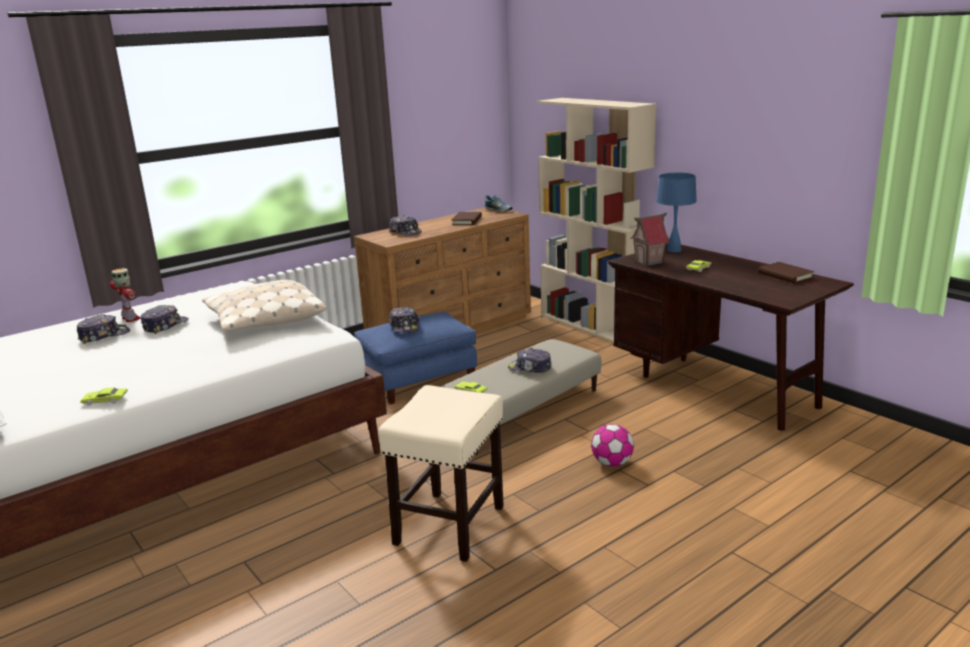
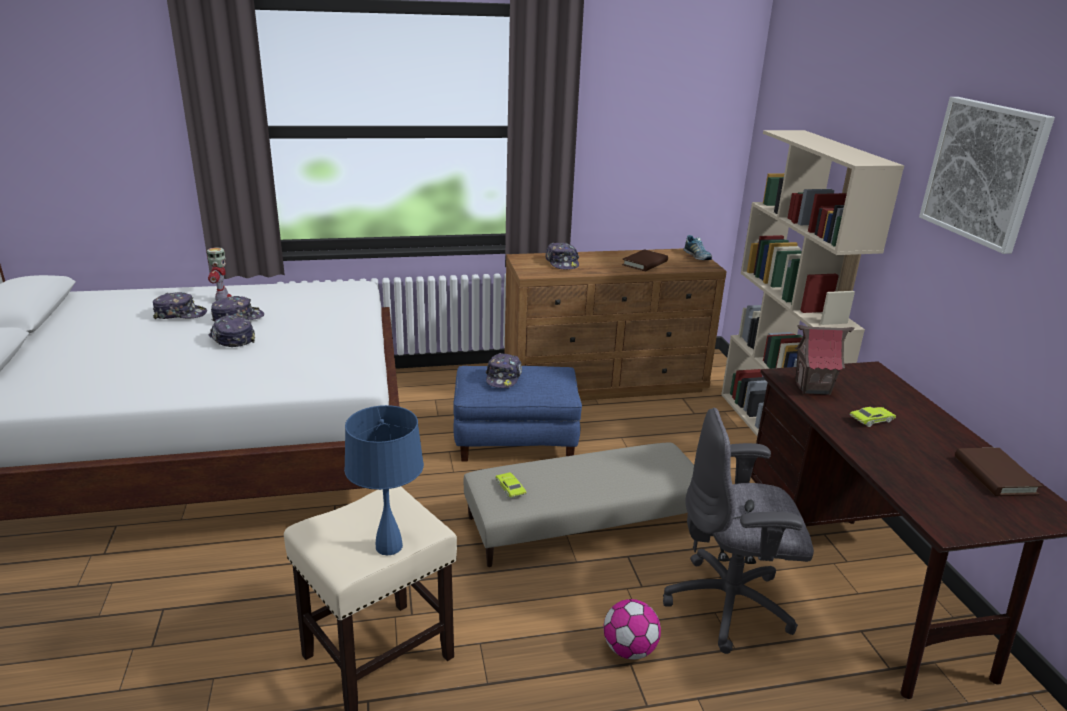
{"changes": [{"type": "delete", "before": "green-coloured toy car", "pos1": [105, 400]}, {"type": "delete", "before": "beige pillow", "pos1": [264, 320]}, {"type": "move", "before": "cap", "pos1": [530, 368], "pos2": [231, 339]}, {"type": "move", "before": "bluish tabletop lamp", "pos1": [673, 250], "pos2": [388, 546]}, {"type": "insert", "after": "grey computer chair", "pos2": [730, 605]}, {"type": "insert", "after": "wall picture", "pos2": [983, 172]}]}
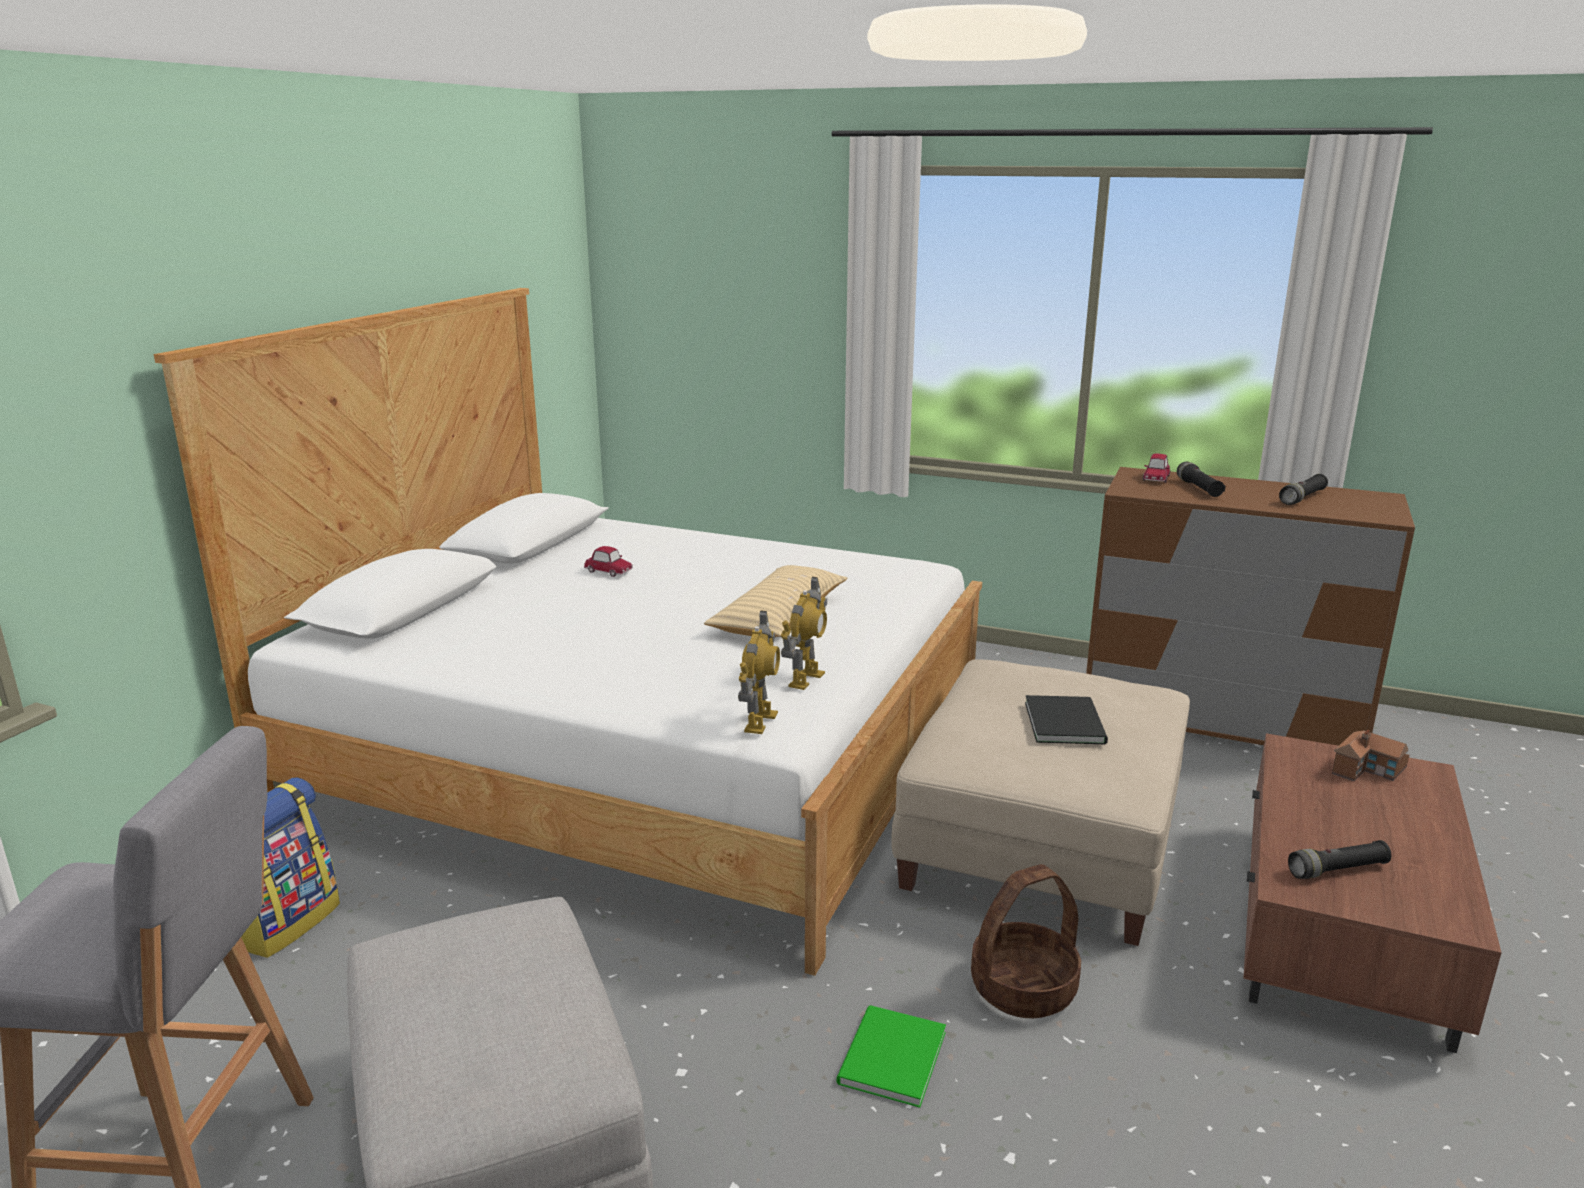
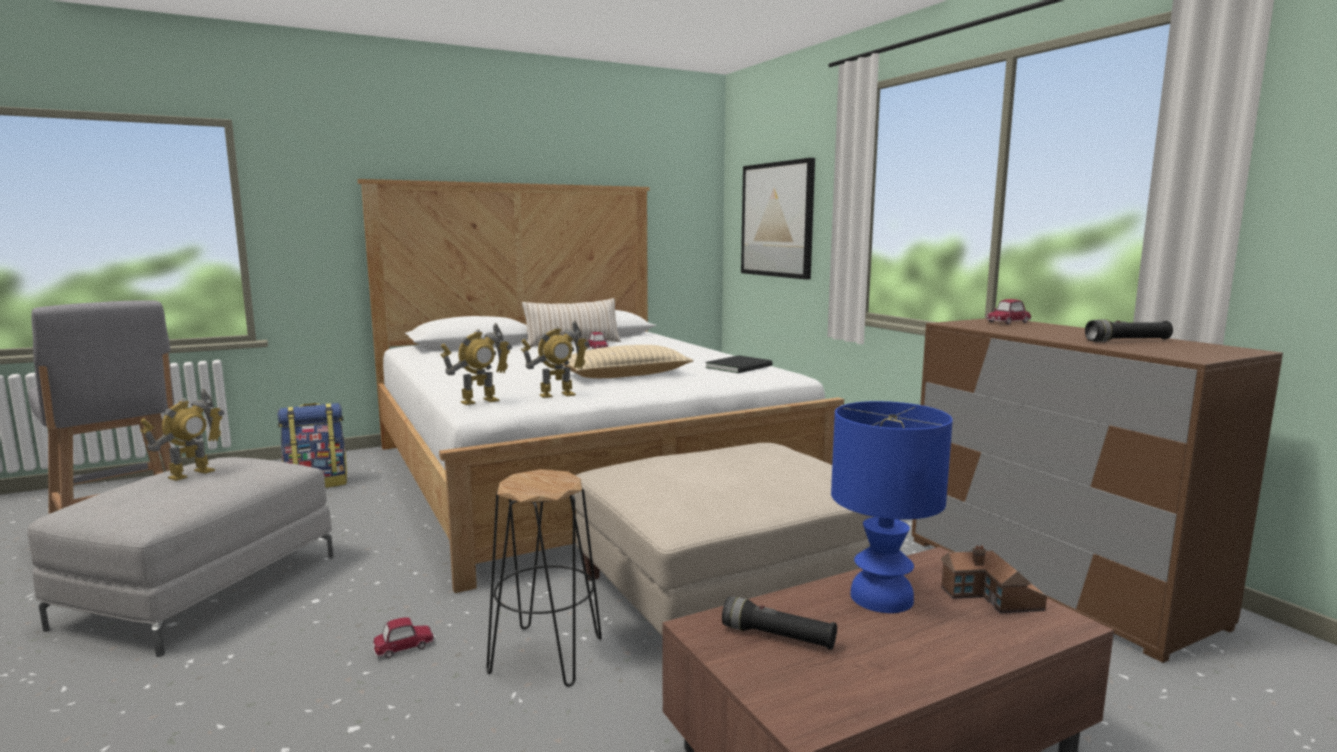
{"changes": [{"type": "replace", "before": "green-coloured volume", "after": "toy car", "pos1": [888, 1059], "pos2": [403, 647]}, {"type": "replace", "before": "storage basket", "after": "black sitting stool", "pos1": [1023, 987], "pos2": [547, 655]}, {"type": "move", "before": "black volume", "pos1": [1066, 721], "pos2": [741, 366]}, {"type": "delete", "before": "black flashlight", "pos1": [1199, 488]}, {"type": "insert", "after": "robot figure", "pos2": [191, 474]}, {"type": "insert", "after": "beige pillow", "pos2": [573, 344]}, {"type": "insert", "after": "wall picture", "pos2": [777, 220]}, {"type": "insert", "after": "bluish tabletop lamp", "pos2": [881, 598]}]}
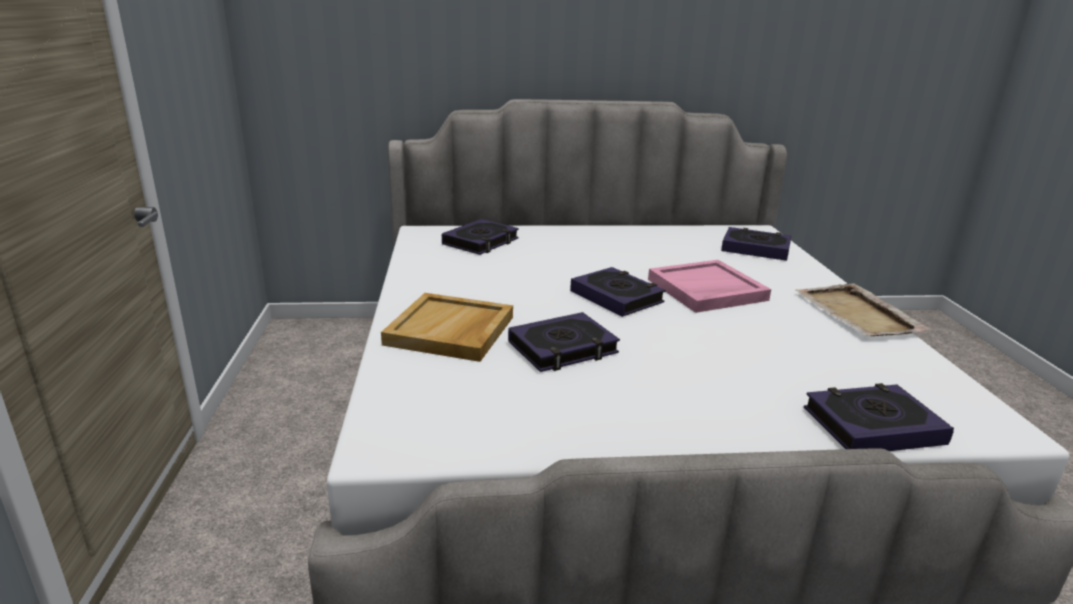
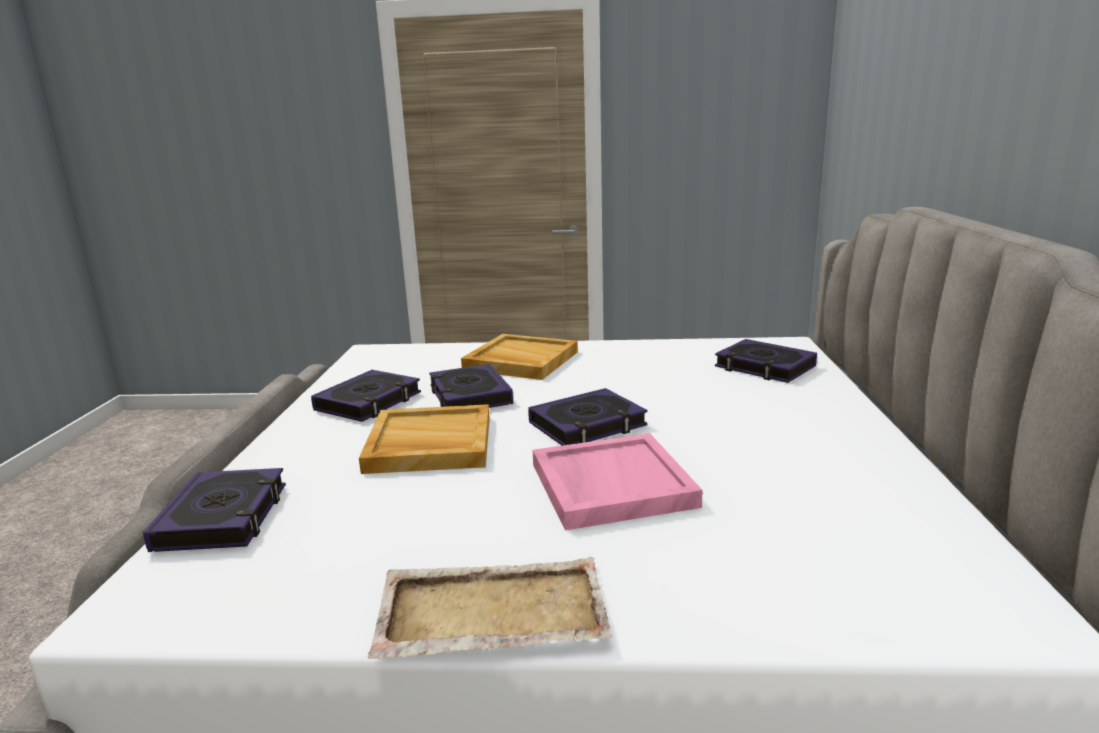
{"changes": [{"type": "move", "before": "volume", "pos1": [755, 249], "pos2": [369, 402]}, {"type": "insert", "after": "beige serving tray", "pos2": [428, 444]}]}
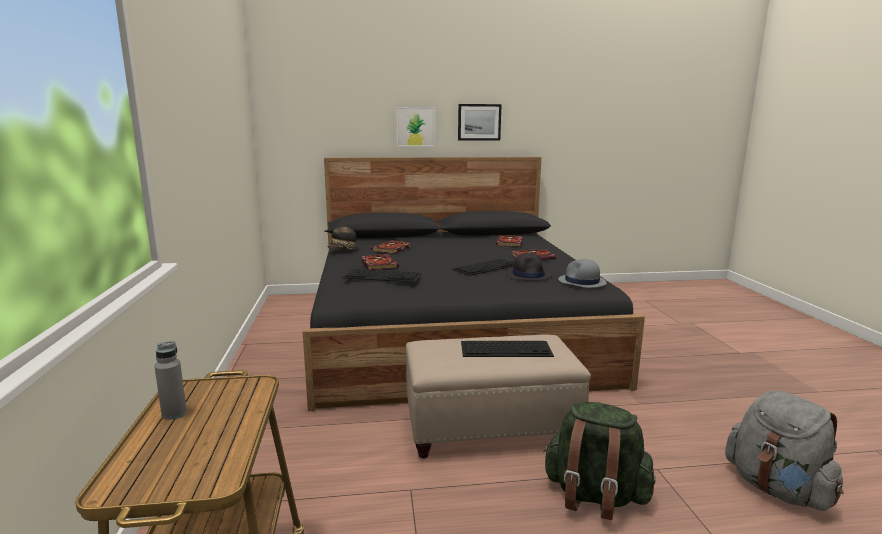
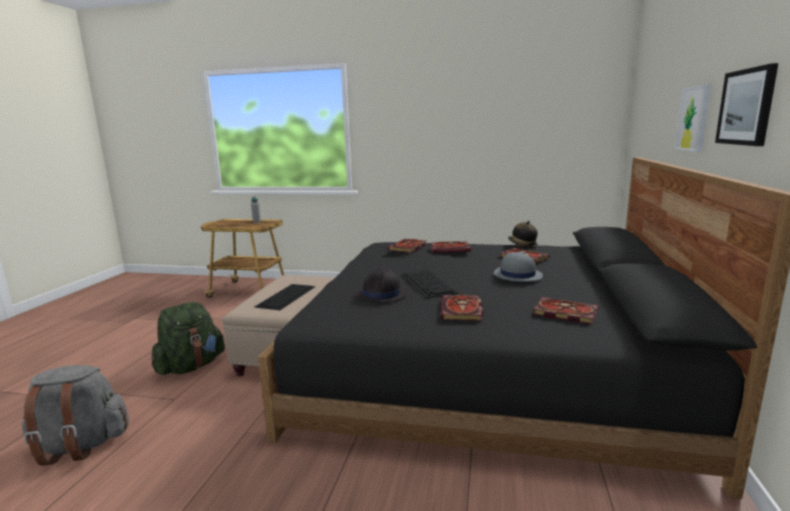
{"changes": [{"type": "replace", "before": "computer keyboard", "after": "volume", "pos1": [383, 276], "pos2": [408, 247]}, {"type": "move", "before": "grey wearable hat", "pos1": [582, 282], "pos2": [517, 275]}]}
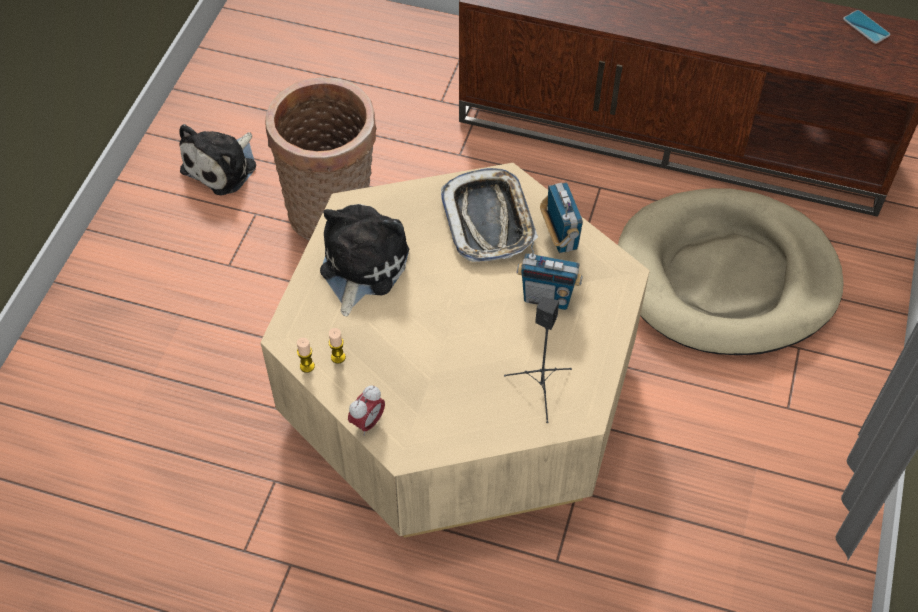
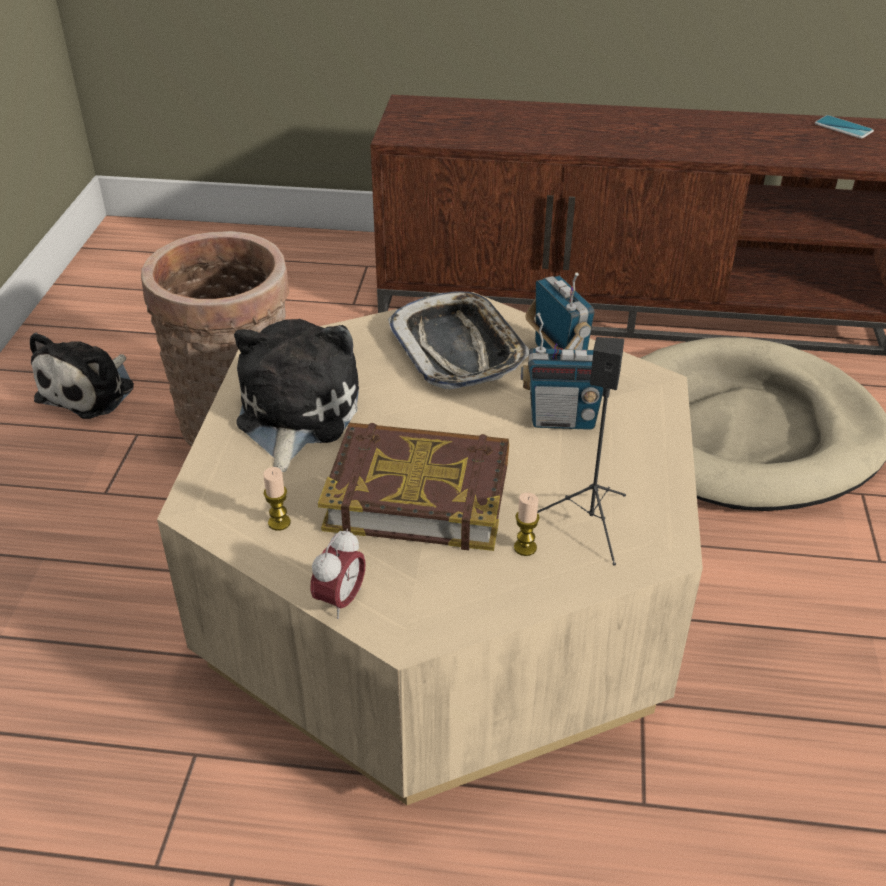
{"changes": [{"type": "move", "before": "candle", "pos1": [307, 366], "pos2": [525, 547]}, {"type": "insert", "after": "volume", "pos2": [418, 494]}]}
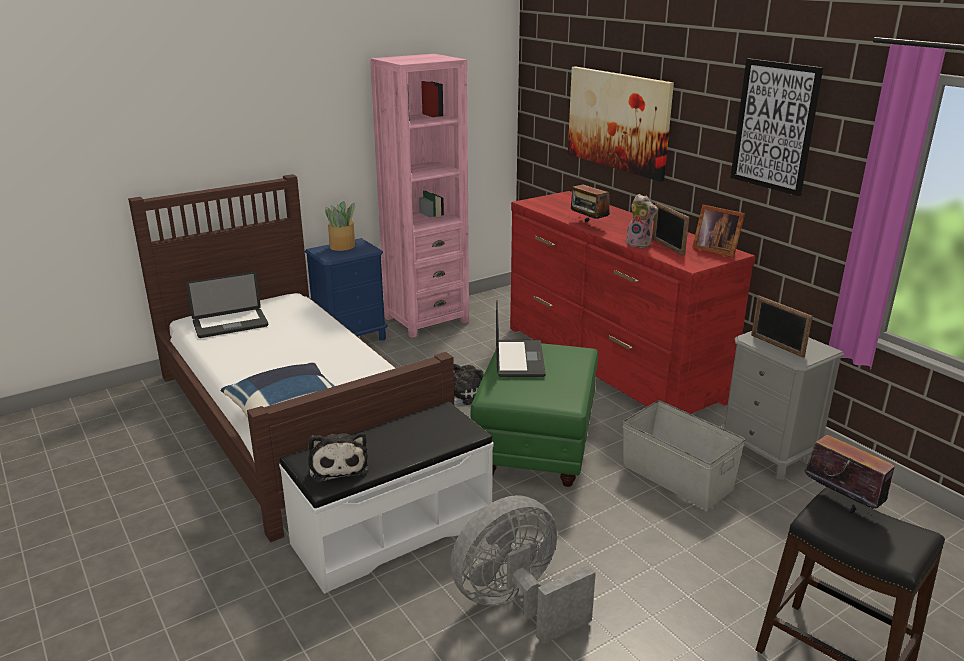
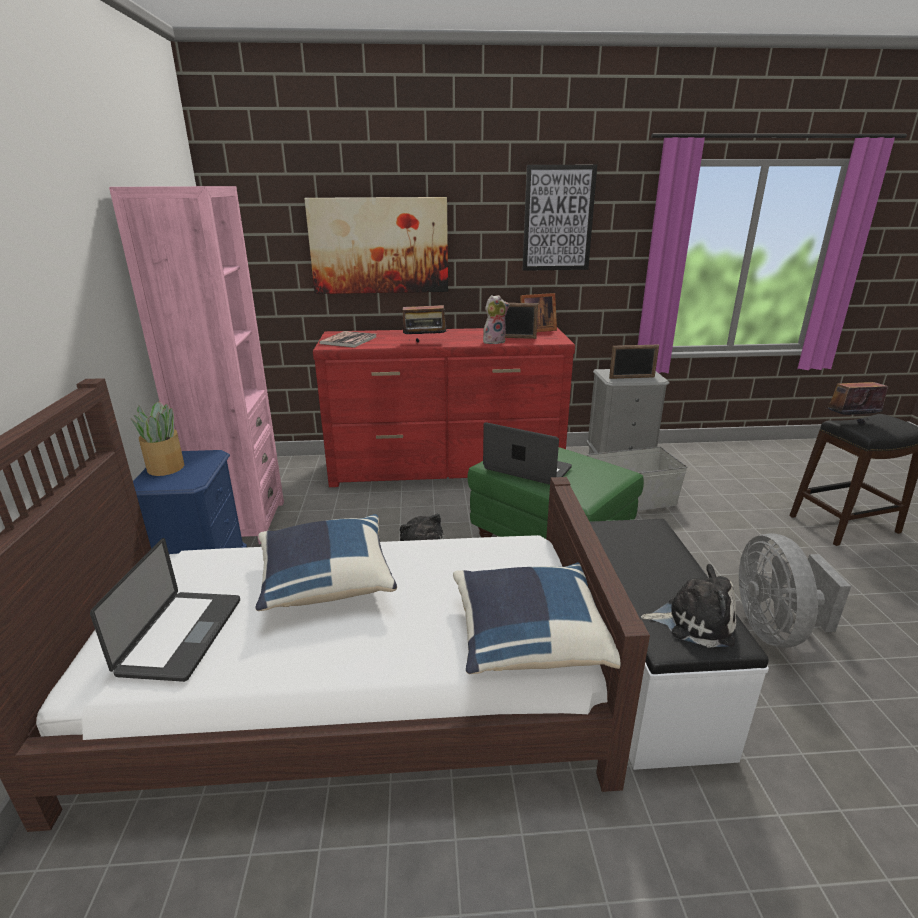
{"changes": [{"type": "insert", "after": "bluish pillow", "pos2": [326, 581]}, {"type": "insert", "after": "volume", "pos2": [348, 340]}]}
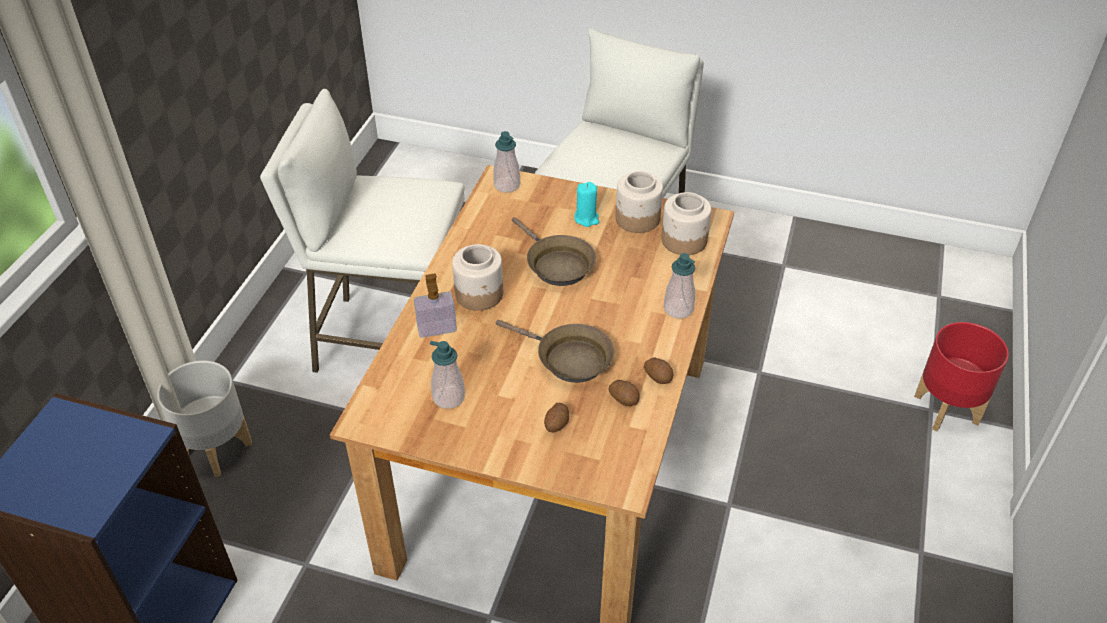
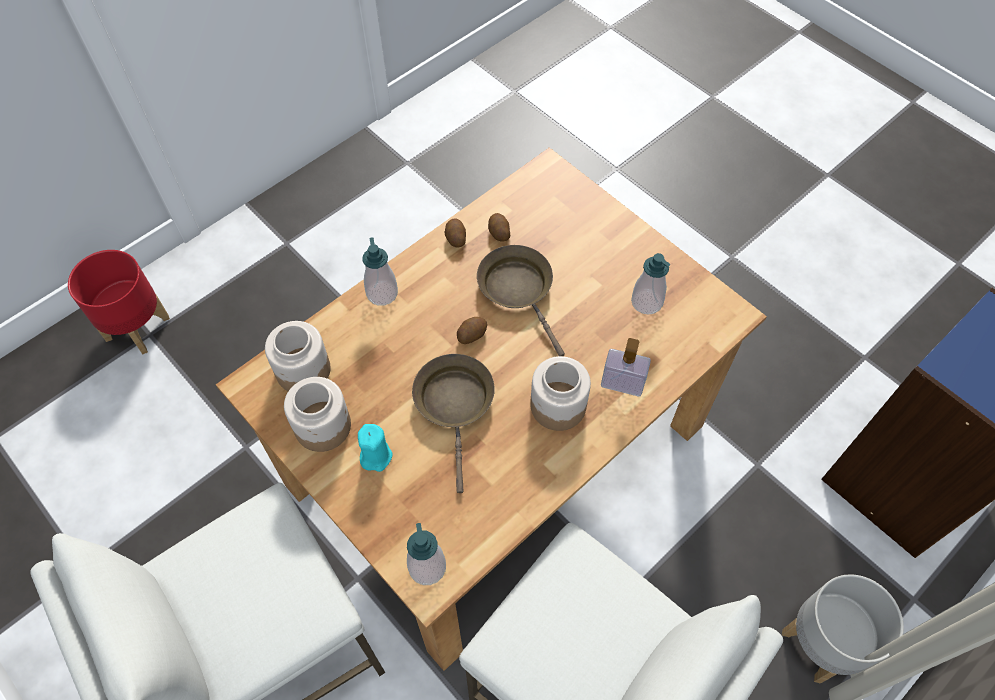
{"changes": [{"type": "move", "before": "spud", "pos1": [557, 424], "pos2": [471, 335]}]}
